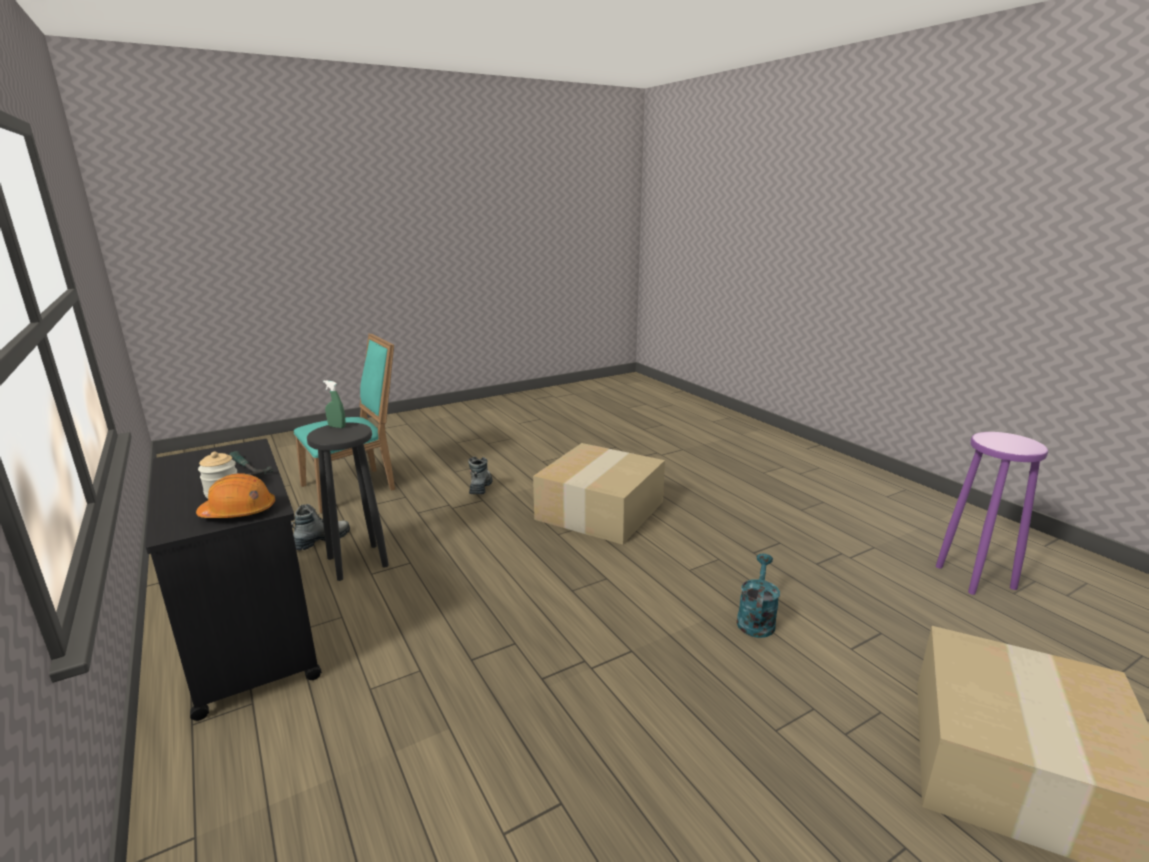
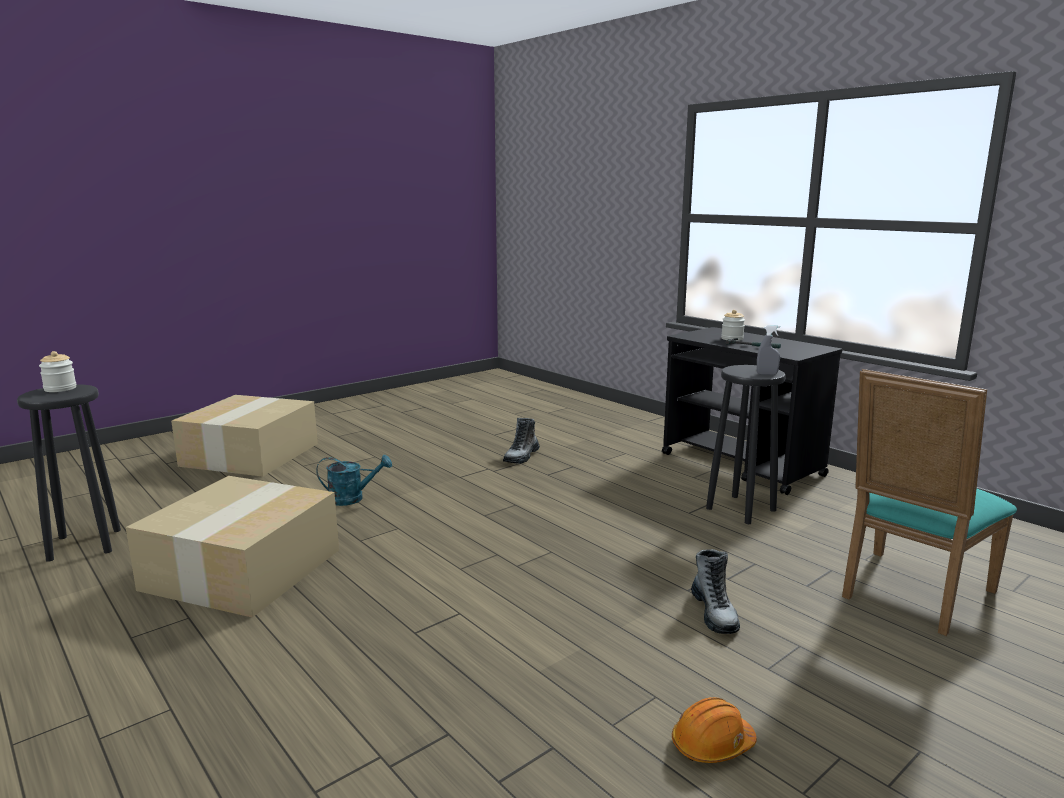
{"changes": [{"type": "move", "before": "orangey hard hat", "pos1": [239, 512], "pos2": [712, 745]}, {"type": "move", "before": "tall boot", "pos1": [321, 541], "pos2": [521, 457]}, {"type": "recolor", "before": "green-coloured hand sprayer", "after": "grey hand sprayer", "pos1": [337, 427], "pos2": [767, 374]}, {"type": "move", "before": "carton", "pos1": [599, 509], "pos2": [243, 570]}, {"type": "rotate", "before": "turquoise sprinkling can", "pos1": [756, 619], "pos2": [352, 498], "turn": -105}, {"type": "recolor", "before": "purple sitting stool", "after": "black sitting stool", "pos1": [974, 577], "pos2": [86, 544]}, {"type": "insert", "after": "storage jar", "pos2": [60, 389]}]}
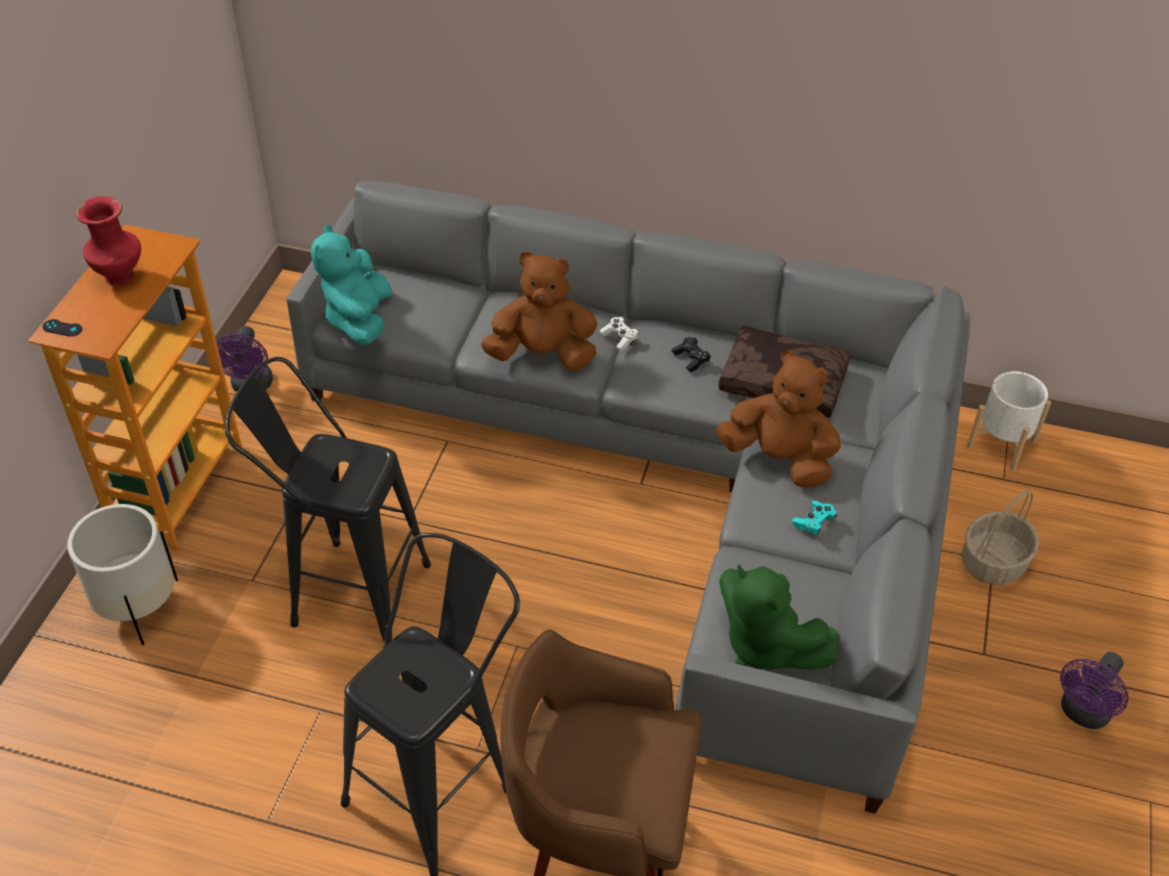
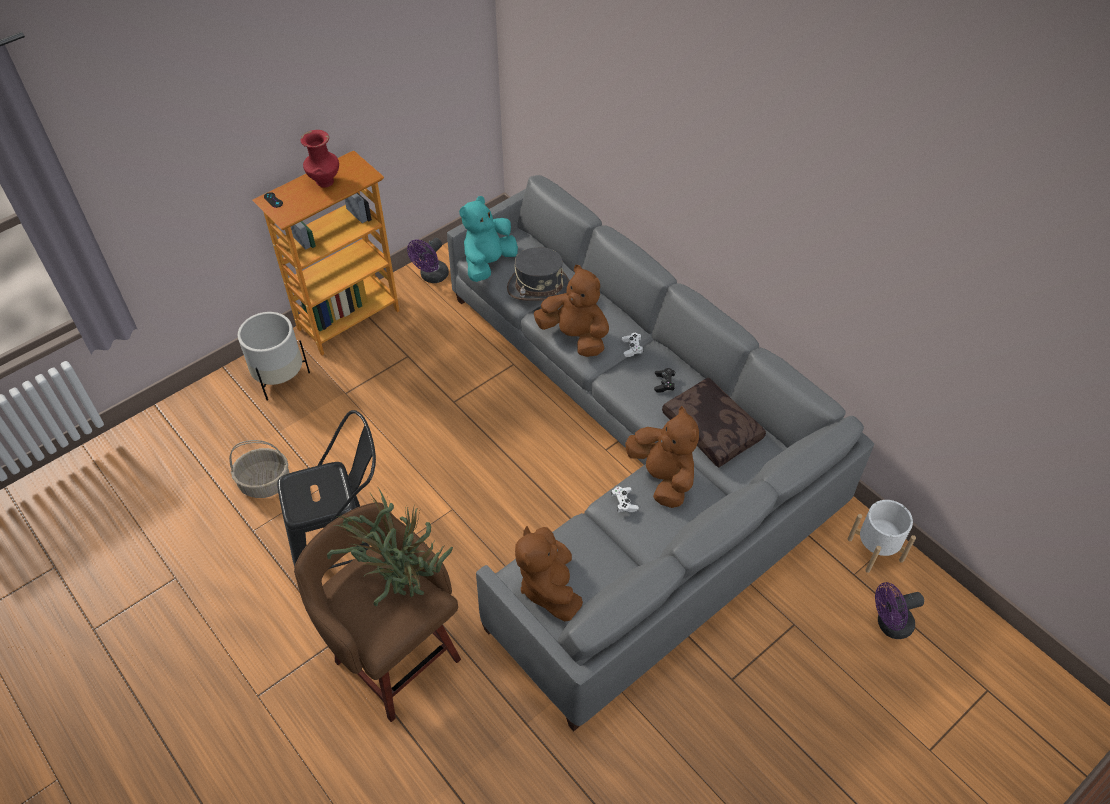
{"changes": [{"type": "delete", "before": "black sitting stool", "pos1": [347, 590]}, {"type": "recolor", "before": "green-coloured cuddly toy", "after": "brown cuddly toy", "pos1": [764, 645], "pos2": [549, 587]}, {"type": "delete", "before": "turquoise game controller", "pos1": [814, 522]}, {"type": "move", "before": "storage basket", "pos1": [993, 562], "pos2": [266, 482]}, {"type": "move", "before": "purple cooling fan", "pos1": [1082, 714], "pos2": [889, 625]}, {"type": "insert", "after": "houseplant", "pos2": [403, 584]}, {"type": "insert", "after": "grey wearable hat", "pos2": [539, 288]}, {"type": "insert", "after": "white game controller", "pos2": [624, 503]}]}
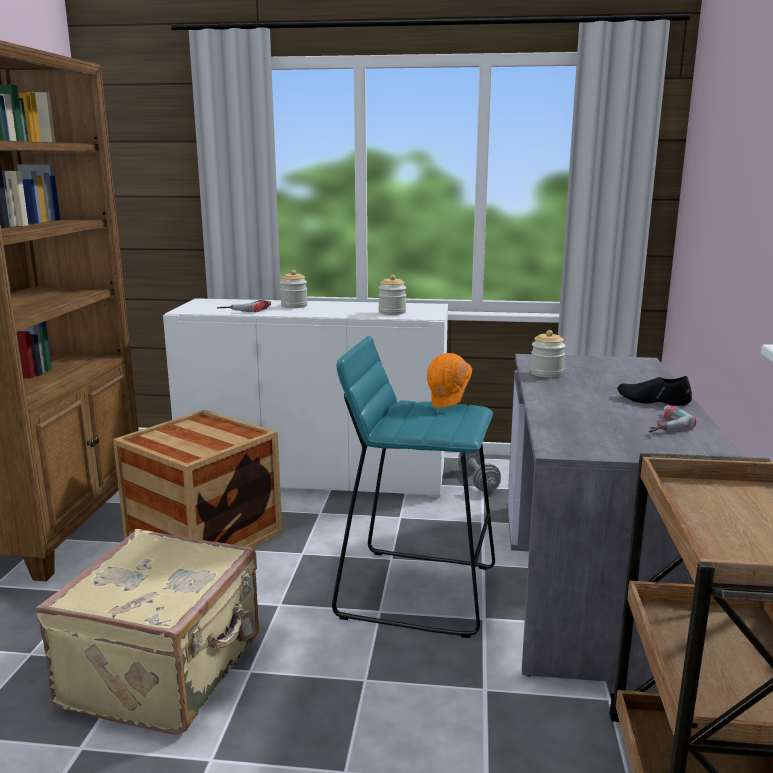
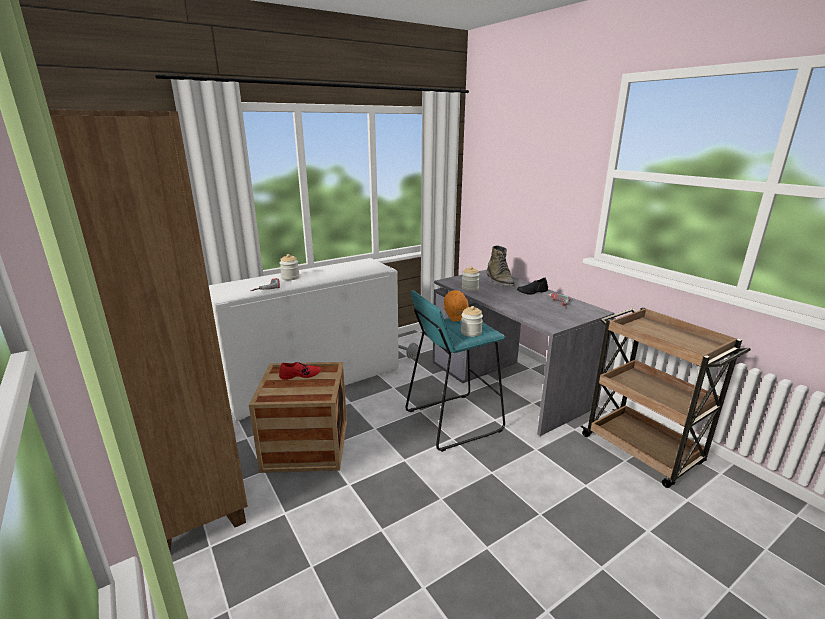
{"changes": [{"type": "delete", "before": "beige suitcase", "pos1": [167, 671]}, {"type": "move", "before": "storage jar", "pos1": [392, 312], "pos2": [471, 332]}, {"type": "insert", "after": "red-coloured low shoe", "pos2": [300, 375]}, {"type": "insert", "after": "green-coloured tall boot", "pos2": [499, 280]}]}
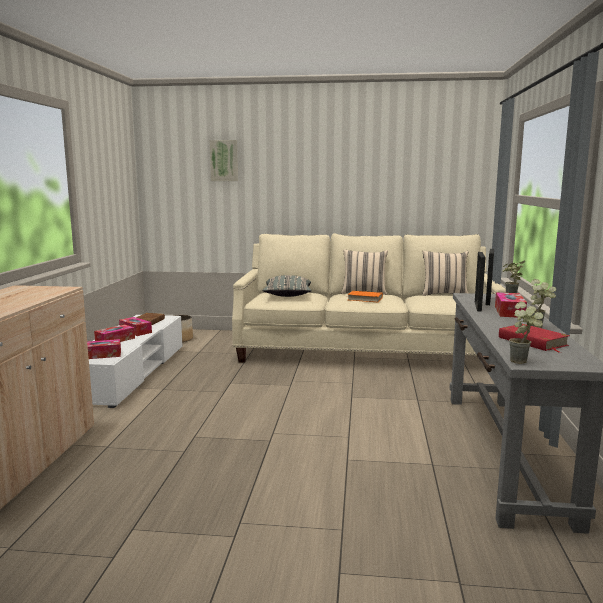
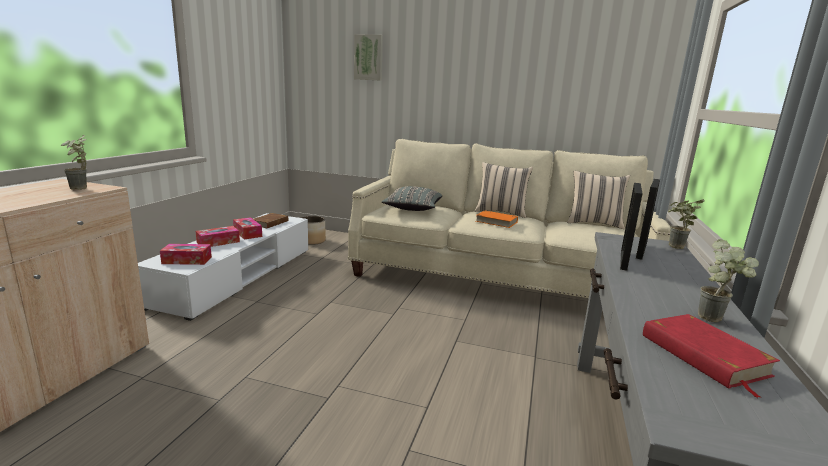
{"changes": [{"type": "delete", "before": "box of tissues", "pos1": [509, 312]}, {"type": "move", "before": "houseplant", "pos1": [523, 362], "pos2": [81, 189]}]}
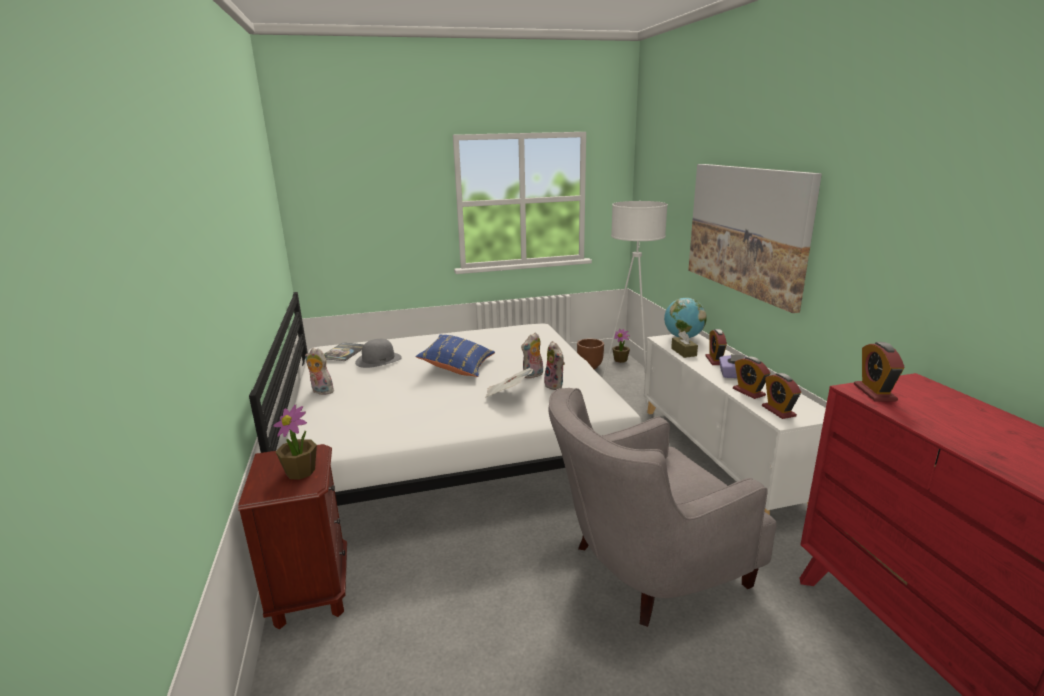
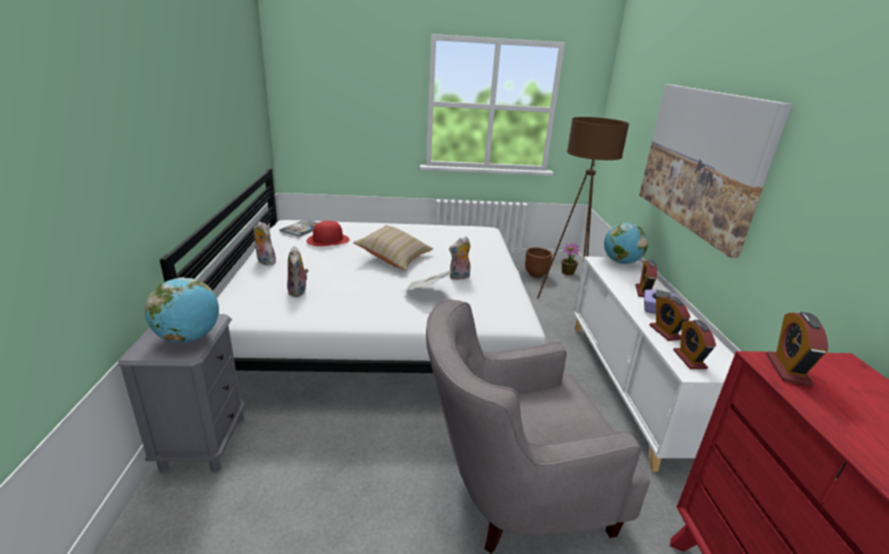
{"changes": [{"type": "recolor", "before": "brown bedside table", "after": "grey bedside table", "pos1": [311, 591], "pos2": [203, 442]}, {"type": "replace", "before": "houseplant", "after": "world globe", "pos1": [301, 472], "pos2": [189, 338]}, {"type": "recolor", "before": "grey wearable hat", "after": "red-coloured wearable hat", "pos1": [378, 360], "pos2": [328, 240]}, {"type": "recolor", "before": "bluish pillow", "after": "beige pillow", "pos1": [458, 367], "pos2": [394, 258]}, {"type": "move", "before": "cuddly toy", "pos1": [555, 385], "pos2": [298, 292]}, {"type": "recolor", "before": "white floor lamp", "after": "brown floor lamp", "pos1": [630, 390], "pos2": [566, 304]}, {"type": "delete", "before": "brown box of tissues", "pos1": [683, 352]}]}
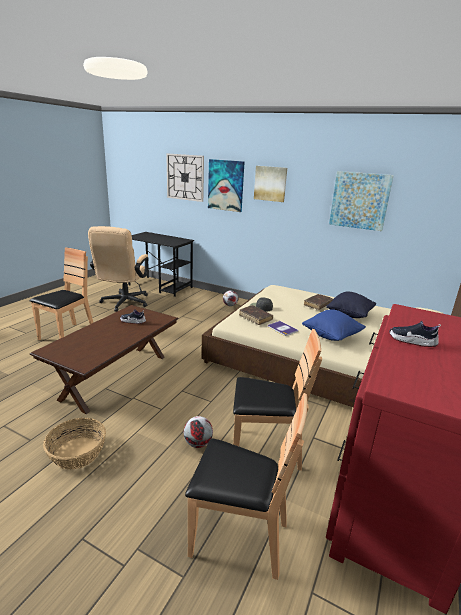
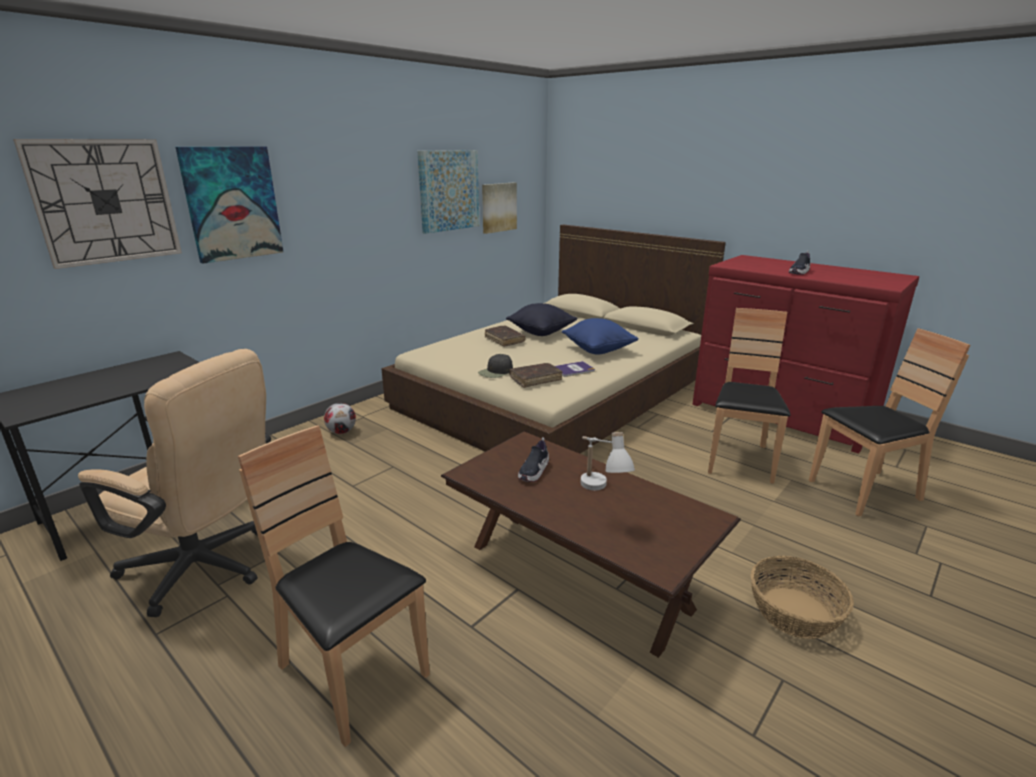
{"changes": [{"type": "delete", "before": "football", "pos1": [197, 443]}, {"type": "rotate", "before": "brown upright chair", "pos1": [238, 536], "pos2": [864, 491], "turn": 45}, {"type": "move", "before": "wall picture", "pos1": [270, 183], "pos2": [498, 207]}, {"type": "insert", "after": "white tabletop lamp", "pos2": [599, 494]}]}
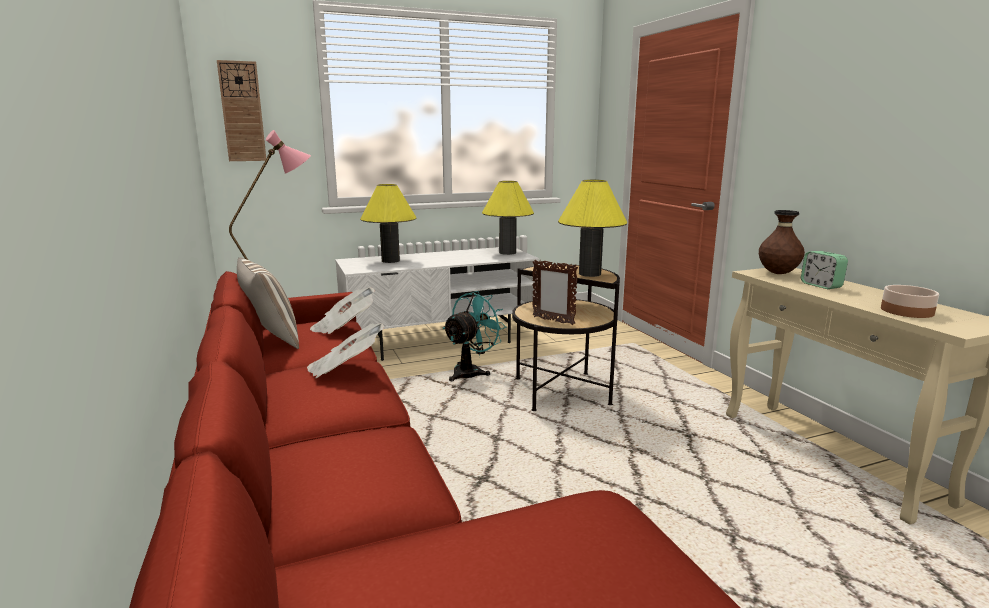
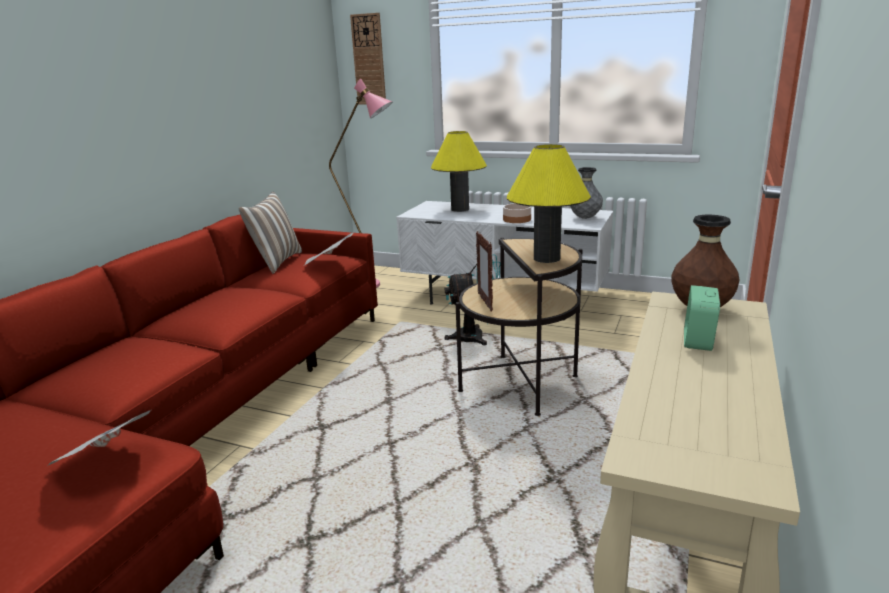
{"changes": [{"type": "move", "before": "newspaper", "pos1": [345, 369], "pos2": [106, 461]}, {"type": "replace", "before": "yellowish tabletop lamp", "after": "grey vase", "pos1": [507, 252], "pos2": [585, 218]}, {"type": "move", "before": "serving bowl", "pos1": [906, 311], "pos2": [517, 219]}]}
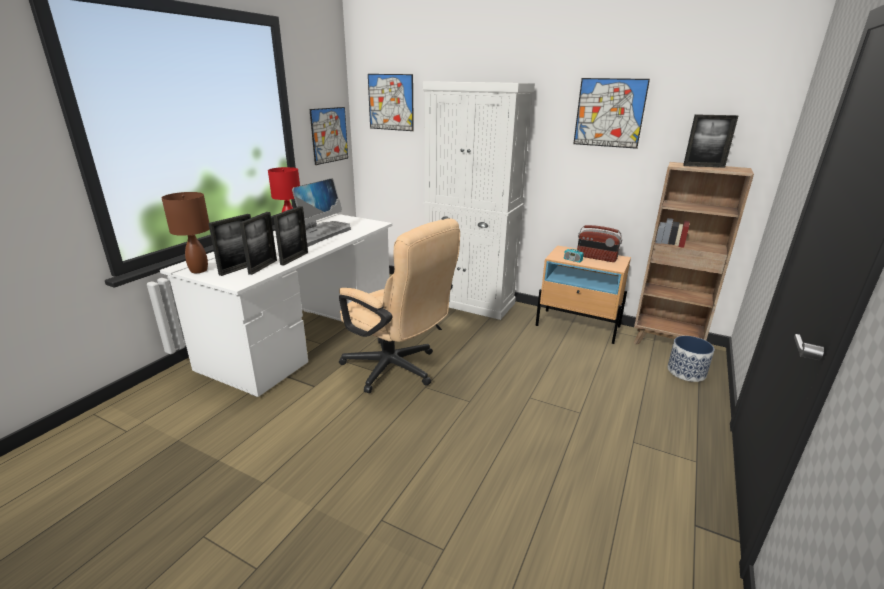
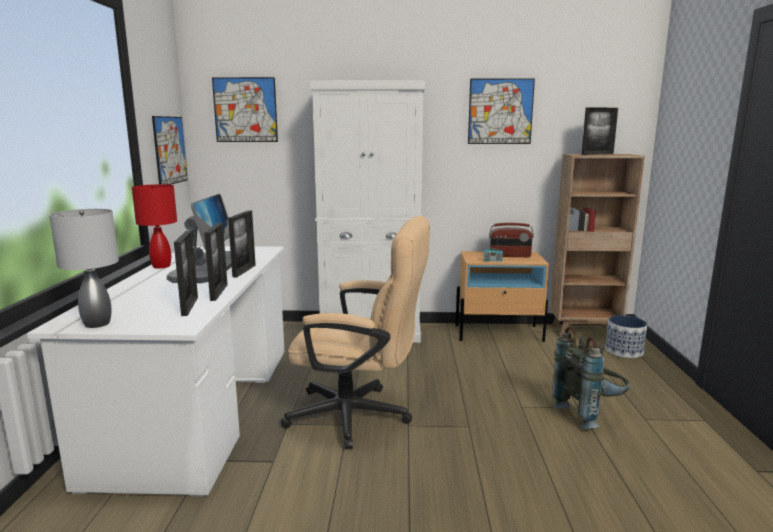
{"changes": [{"type": "recolor", "before": "brown tabletop lamp", "after": "grey tabletop lamp", "pos1": [199, 270], "pos2": [98, 323]}, {"type": "move", "before": "standing frame", "pos1": [239, 269], "pos2": [244, 271]}, {"type": "insert", "after": "grey rucksack", "pos2": [590, 414]}]}
